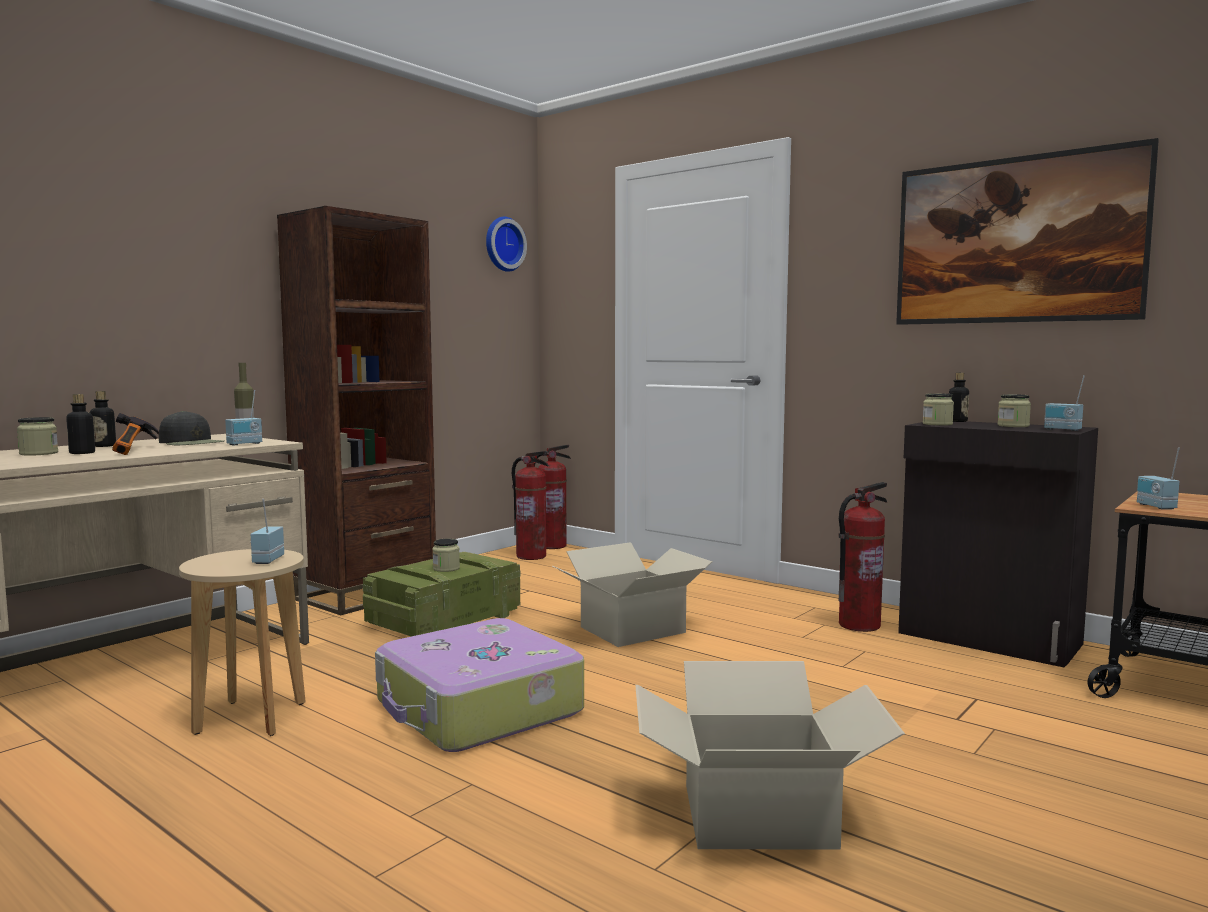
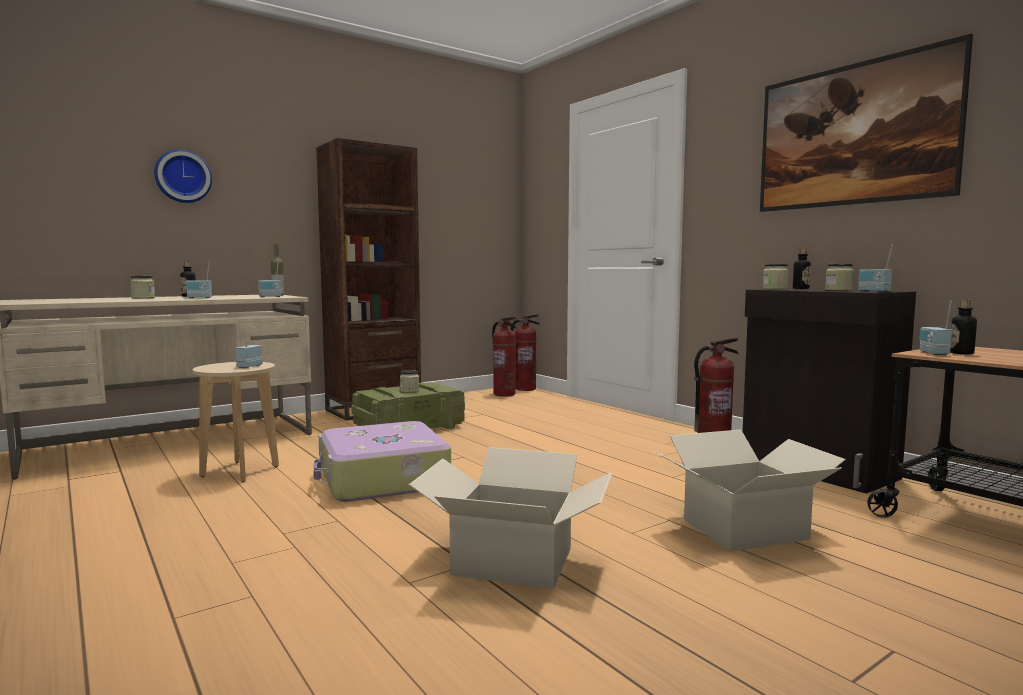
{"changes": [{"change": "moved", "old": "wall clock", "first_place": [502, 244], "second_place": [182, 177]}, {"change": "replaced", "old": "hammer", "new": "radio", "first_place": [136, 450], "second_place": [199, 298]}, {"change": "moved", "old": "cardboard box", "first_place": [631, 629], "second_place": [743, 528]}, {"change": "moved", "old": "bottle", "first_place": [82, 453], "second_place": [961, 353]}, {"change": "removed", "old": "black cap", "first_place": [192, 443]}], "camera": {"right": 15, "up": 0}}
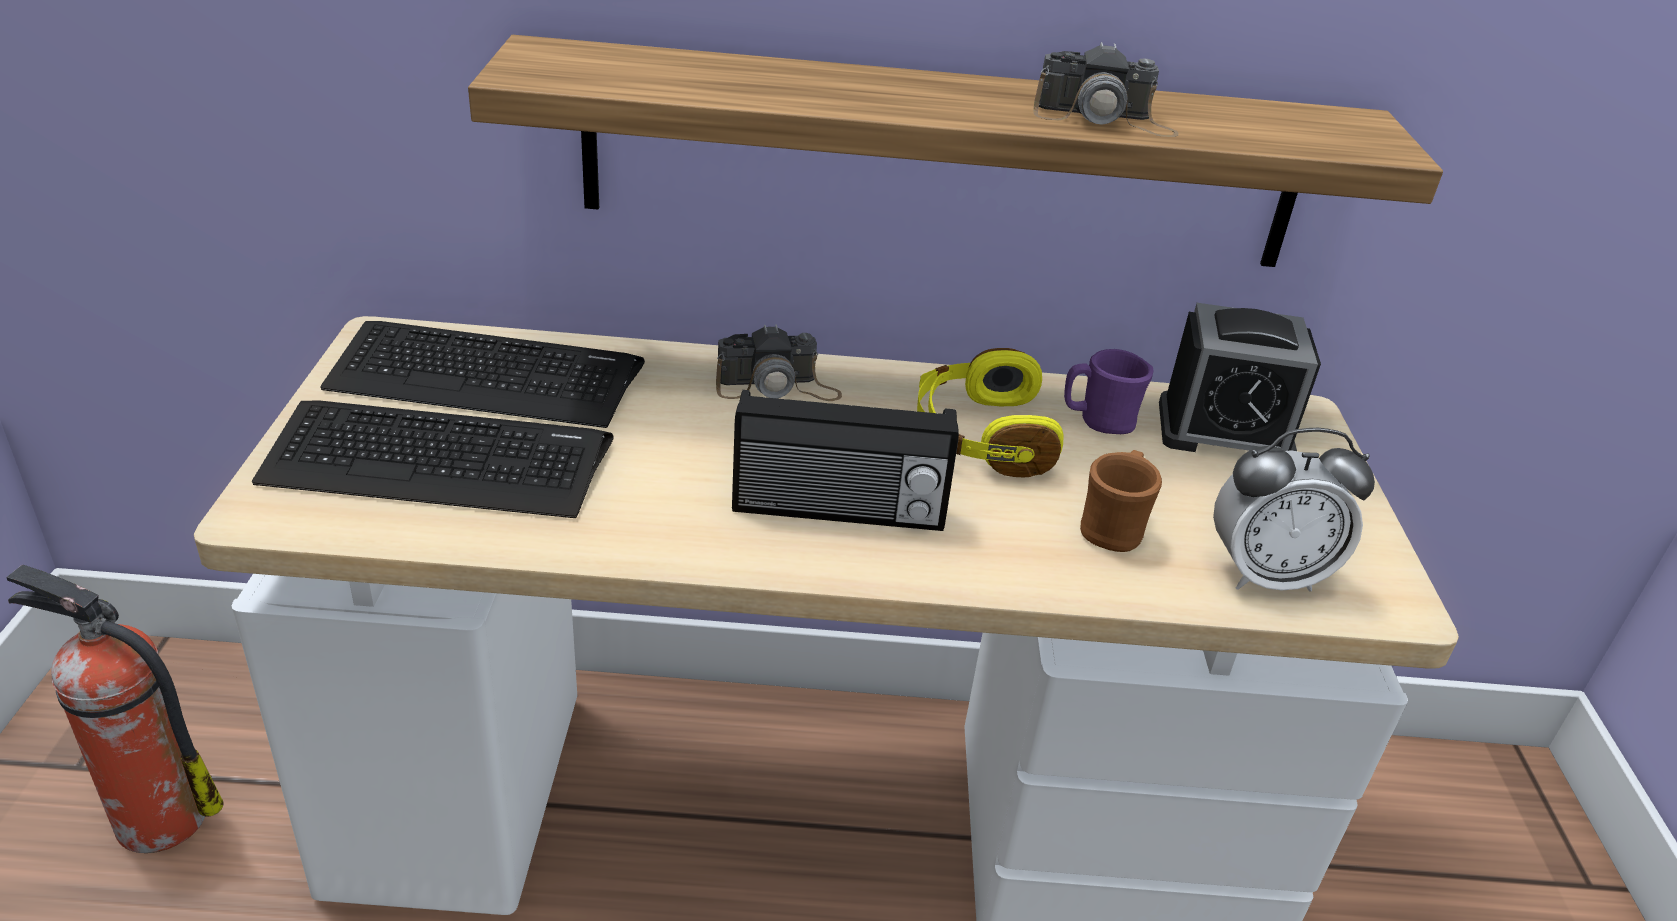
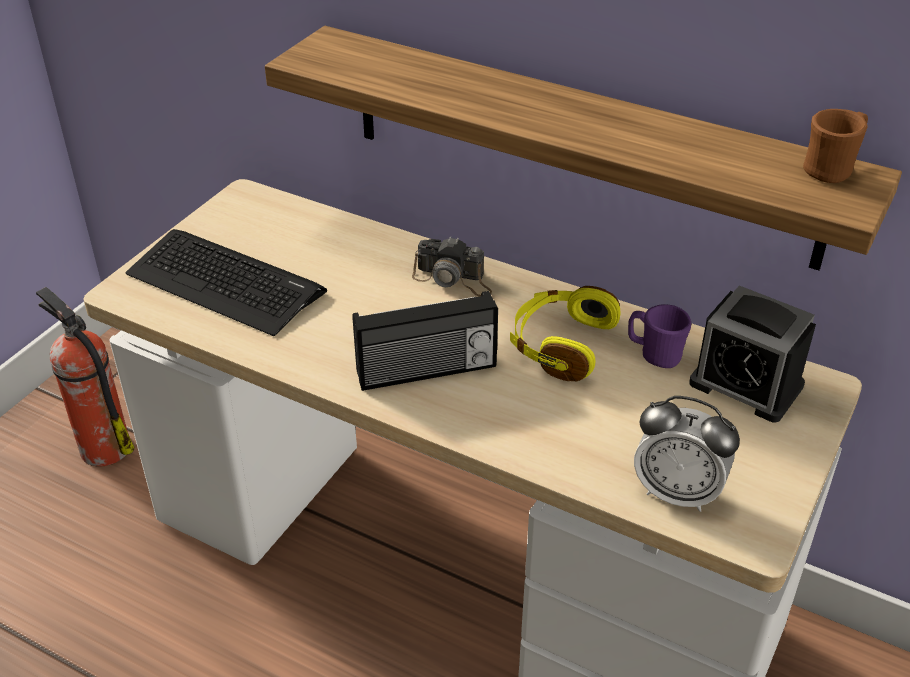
{"changes": [{"change": "turned", "old": "radio", "first_place": [838, 511], "second_place": [427, 372], "degrees": -45}, {"change": "moved", "old": "brown mug", "first_place": [1113, 528], "second_place": [832, 170]}, {"change": "removed", "old": "keyboard", "first_place": [486, 376]}, {"change": "removed", "old": "photo camera", "first_place": [1104, 119]}], "camera": {"right": 30, "up": 5}}
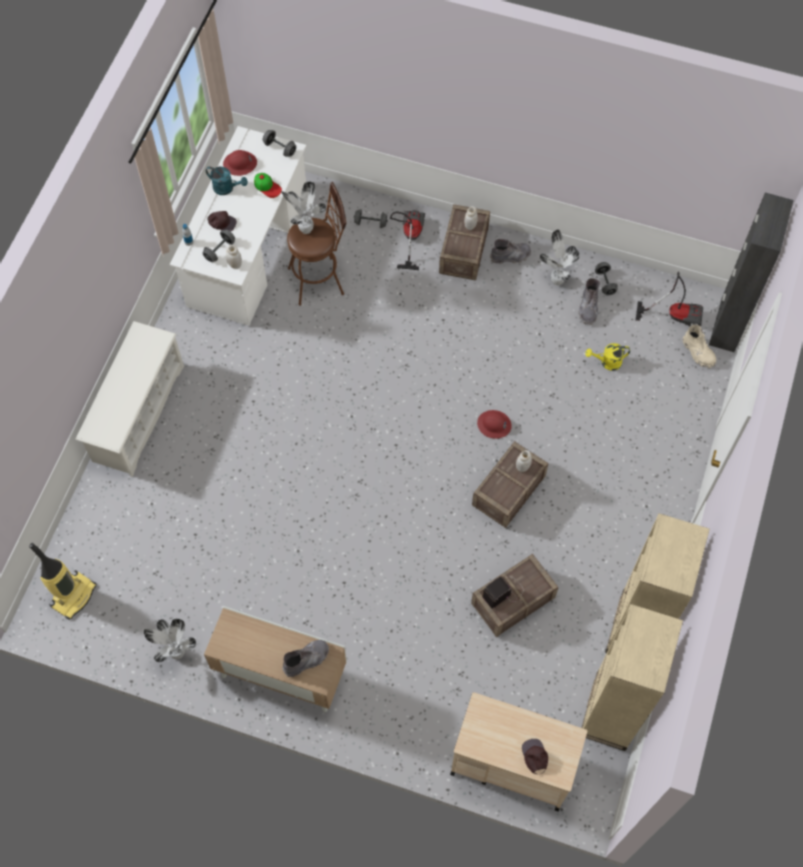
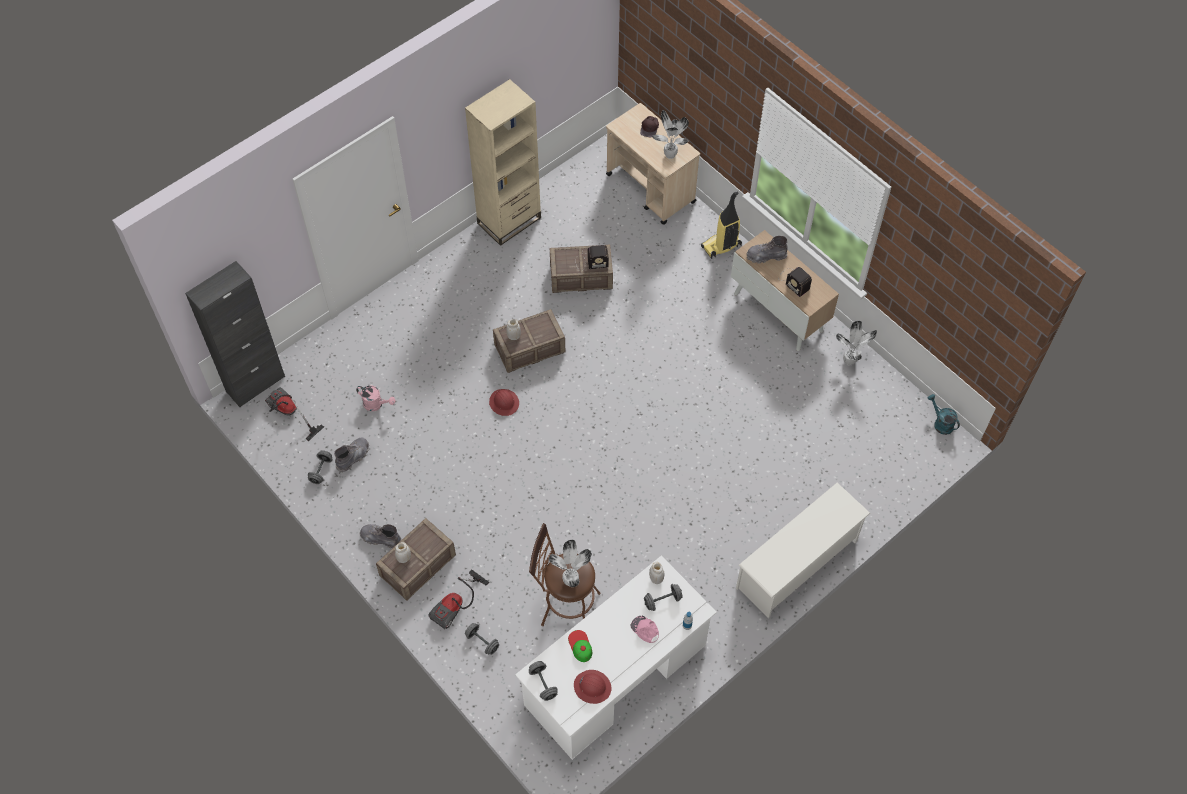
{"changes": [{"change": "recoloured", "old": "yellow watering can", "new": "pink watering can", "first_place": [607, 362], "second_place": [376, 404]}, {"change": "recoloured", "old": "brown cap", "new": "pink cap", "first_place": [222, 222], "second_place": [645, 630]}, {"change": "moved", "old": "potted plant", "first_place": [556, 280], "second_place": [670, 156]}, {"change": "moved", "old": "vacuum cleaner", "first_place": [73, 595], "second_place": [721, 246]}, {"change": "added", "new": "radio", "second_place": [793, 281]}, {"change": "moved", "old": "turquoise watering can", "first_place": [227, 188], "second_place": [940, 423]}, {"change": "removed", "old": "beige bookcase", "first_place": [610, 711]}, {"change": "removed", "old": "beige boot", "first_place": [698, 352]}], "camera": {"right": -150, "up": -5}}
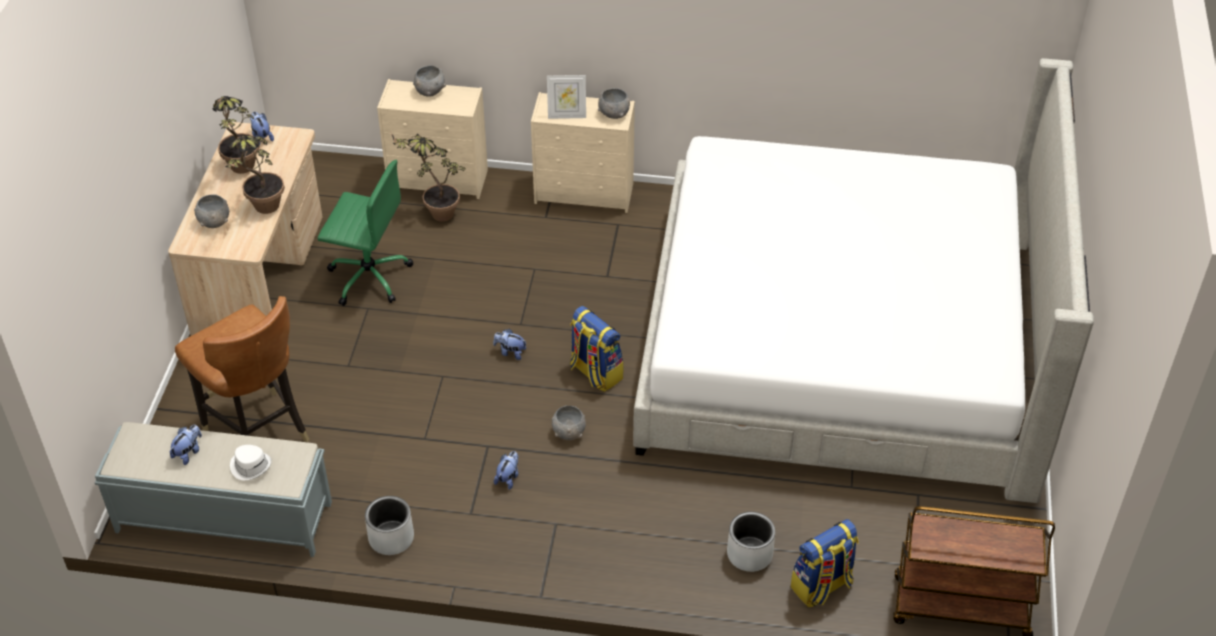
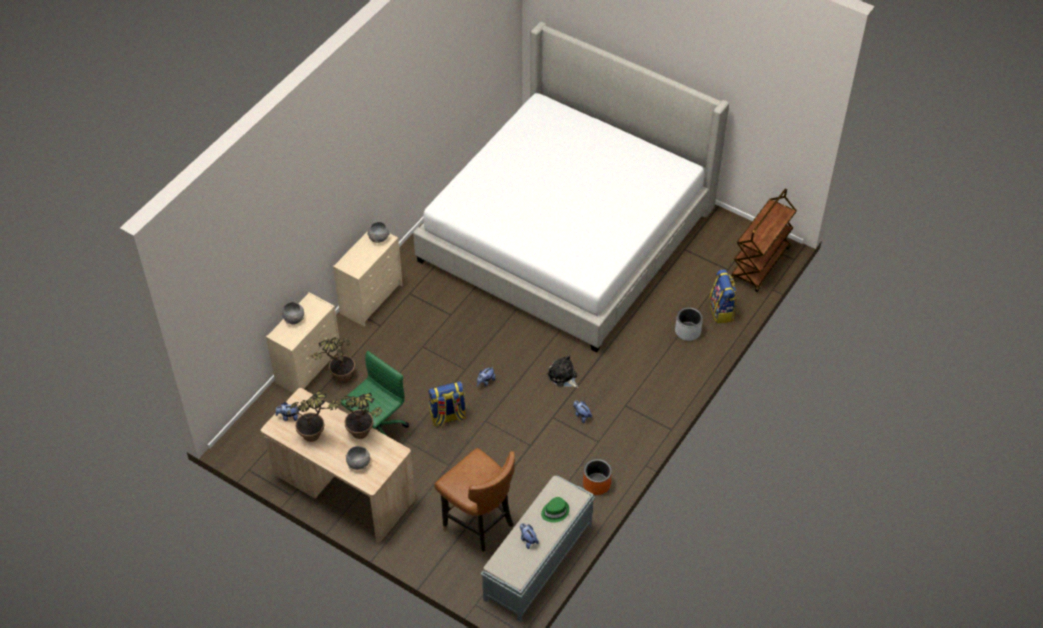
{"changes": [{"change": "moved", "old": "backpack", "first_place": [595, 373], "second_place": [447, 417]}, {"change": "turned", "old": "brown chair", "first_place": [257, 433], "second_place": [479, 527], "degrees": 60}, {"change": "recoloured", "old": "white hat", "new": "green hat", "first_place": [250, 466], "second_place": [555, 511]}, {"change": "replaced", "old": "grey bowl", "new": "plush toy", "first_place": [568, 432], "second_place": [563, 376]}, {"change": "recoloured", "old": "grey planter", "new": "orange planter", "first_place": [391, 538], "second_place": [597, 484]}, {"change": "removed", "old": "picture frame", "first_place": [567, 115]}], "camera": {"right": -65, "up": 5}}
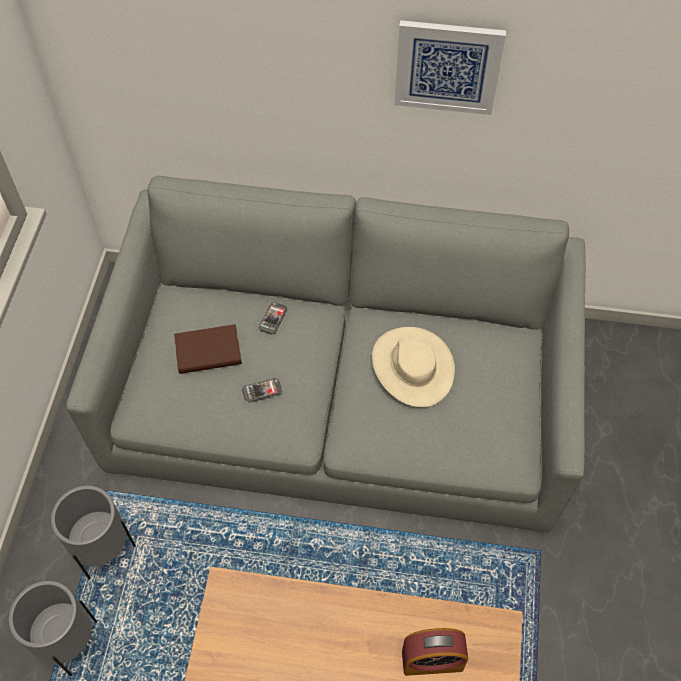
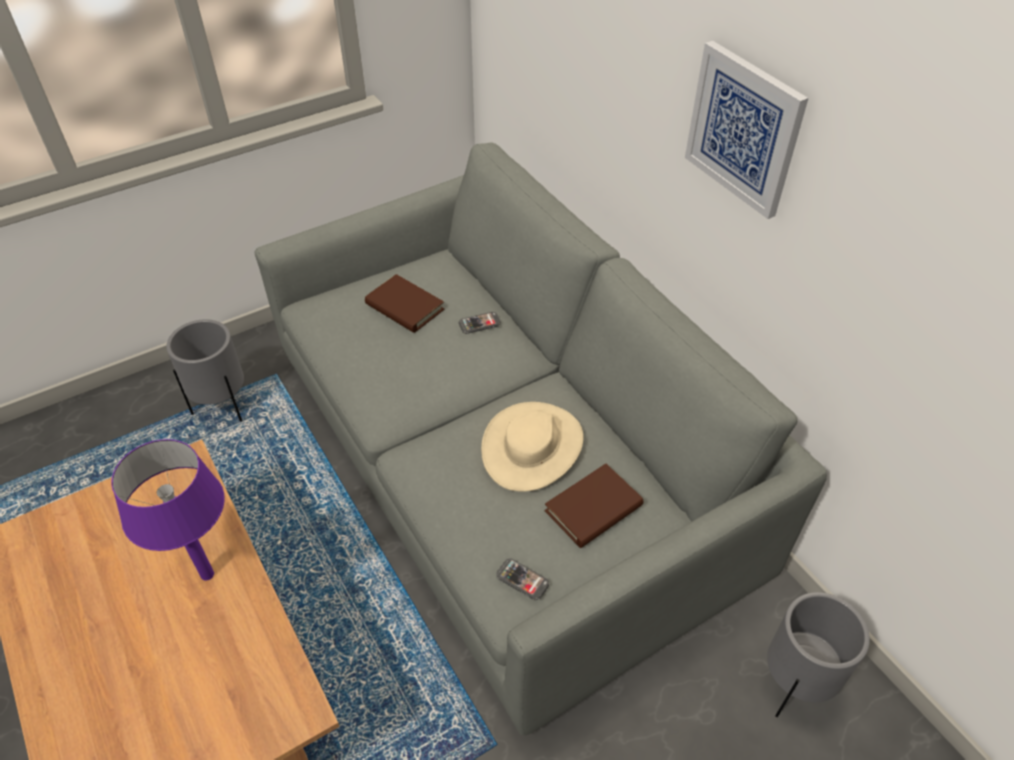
{"changes": [{"change": "added", "new": "purple table lamp", "second_place": [206, 575]}, {"change": "moved", "old": "phone", "first_place": [262, 391], "second_place": [522, 580]}, {"change": "added", "new": "brown book", "second_place": [593, 509]}, {"change": "moved", "old": "grey planter", "first_place": [69, 643], "second_place": [793, 685]}, {"change": "removed", "old": "alarm clock", "first_place": [432, 660]}], "camera": {"right": 50, "up": -10}}
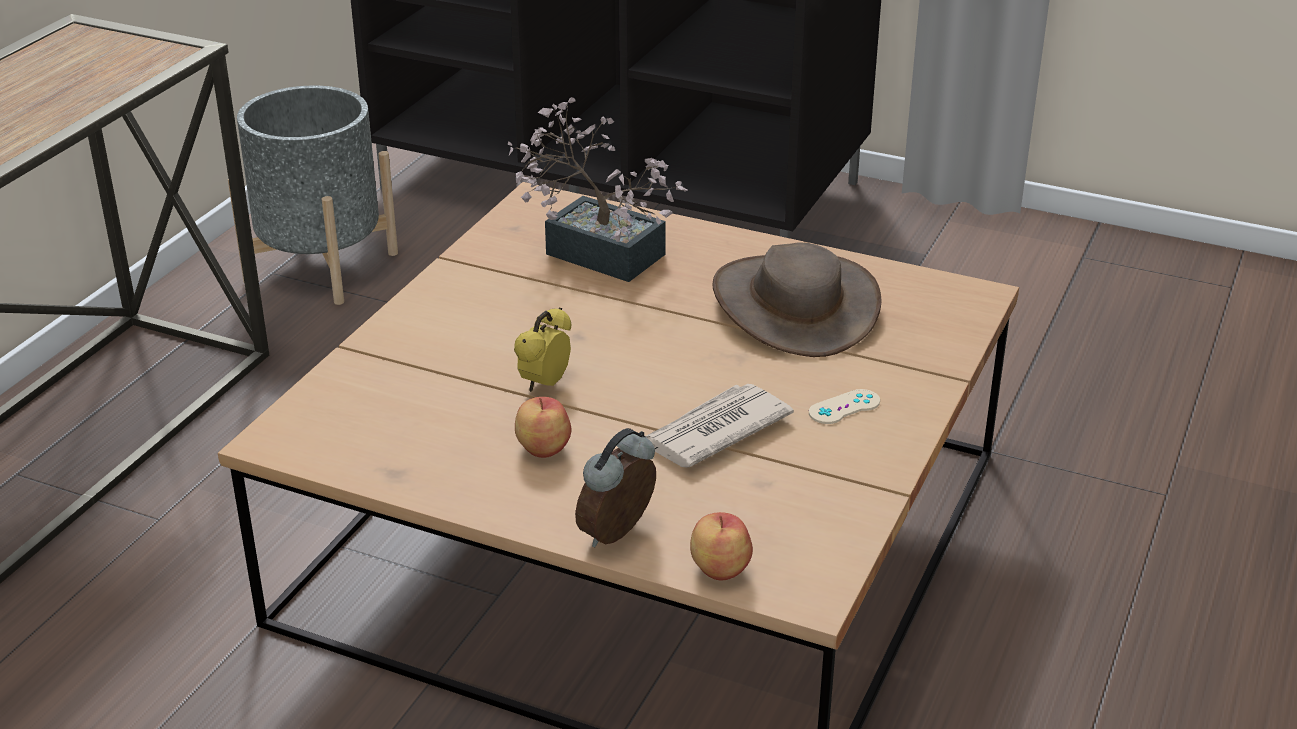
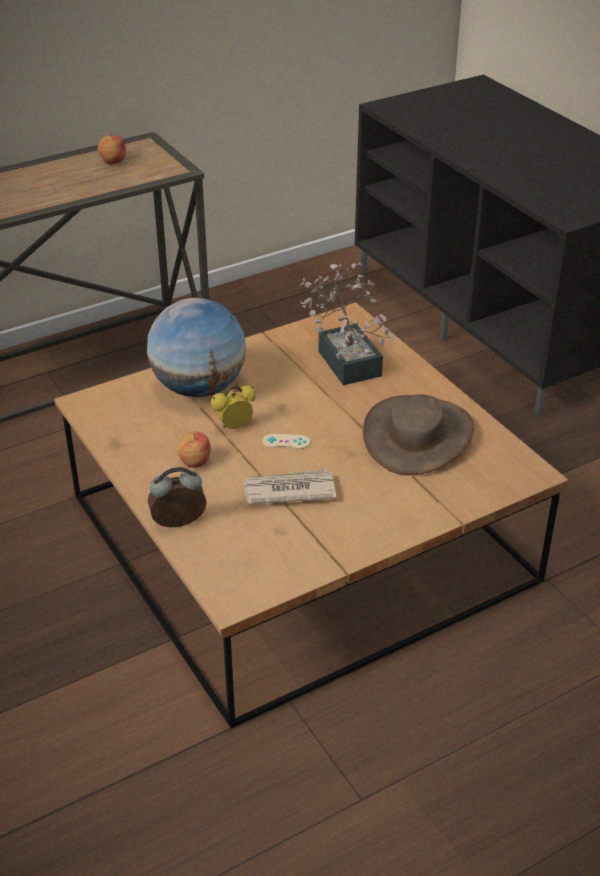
{"changes": [{"change": "moved", "old": "apple", "first_place": [718, 569], "second_place": [113, 161]}, {"change": "added", "new": "globe", "second_place": [199, 388]}, {"change": "moved", "old": "beige game controller", "first_place": [844, 407], "second_place": [286, 442]}, {"change": "removed", "old": "grey planter", "first_place": [321, 267]}], "camera": {"right": 35, "up": 5}}
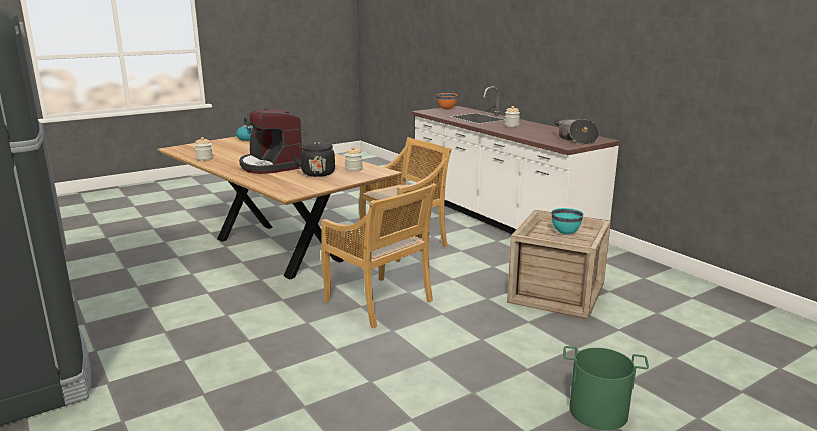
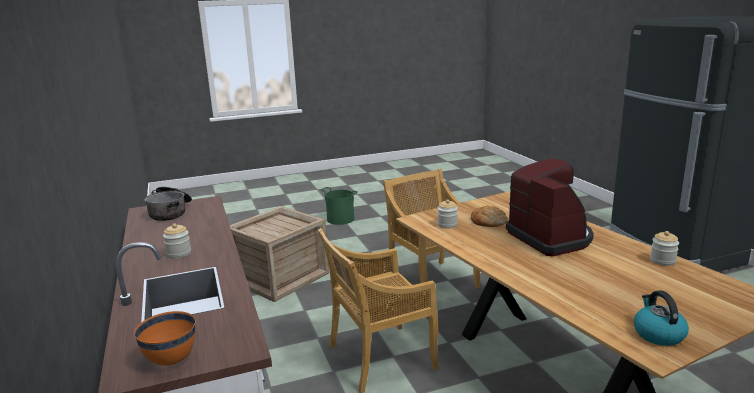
{"changes": [{"change": "replaced", "old": "black kettle", "new": "bread", "first_place": [317, 173], "second_place": [488, 221]}, {"change": "removed", "old": "turquoise bowl", "first_place": [565, 233]}], "camera": {"right": -165, "up": 0}}
